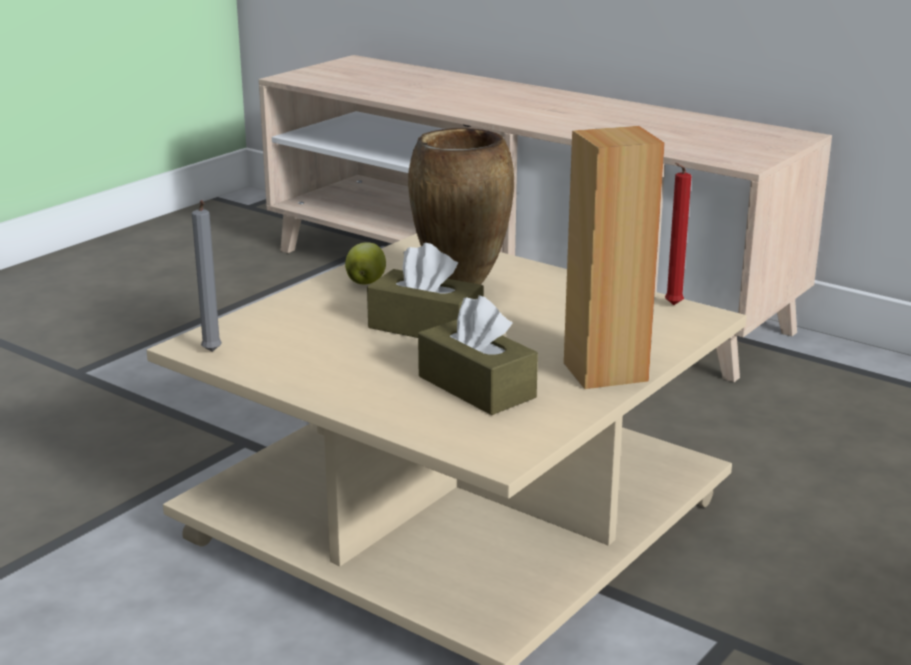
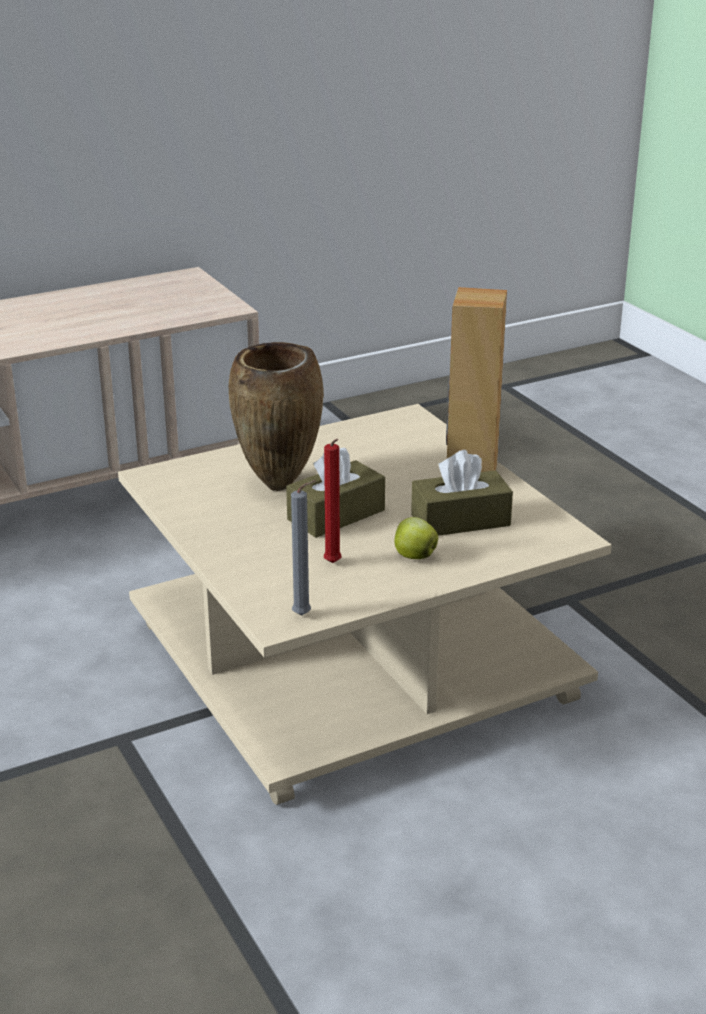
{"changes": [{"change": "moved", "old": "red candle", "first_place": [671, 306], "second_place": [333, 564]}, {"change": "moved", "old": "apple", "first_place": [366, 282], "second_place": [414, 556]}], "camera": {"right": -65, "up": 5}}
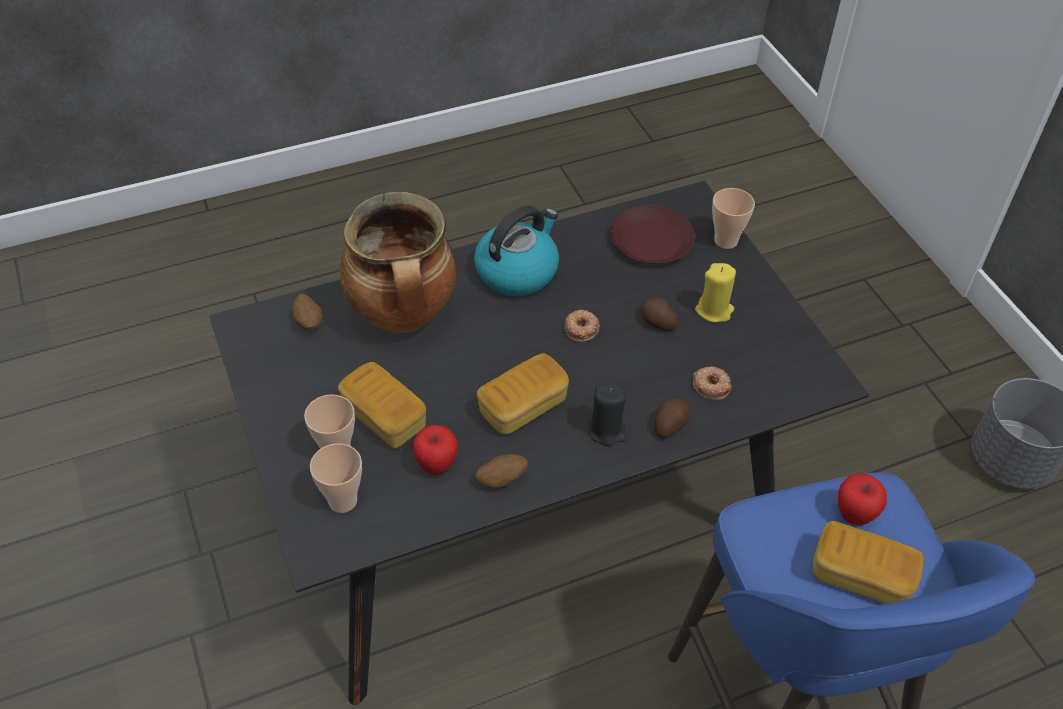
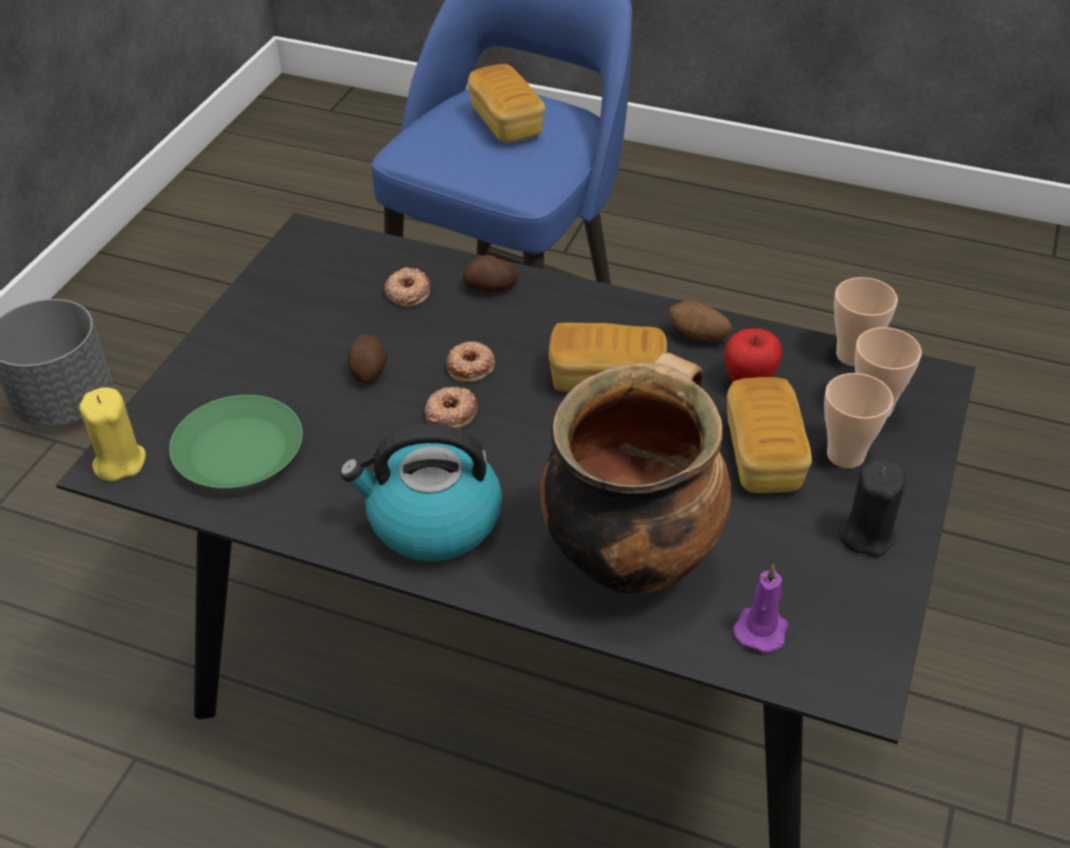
{"changes": [{"change": "moved", "old": "yellow candle", "first_place": [714, 310], "second_place": [119, 462]}, {"change": "recoloured", "old": "brown plate", "new": "green plate", "first_place": [650, 241], "second_place": [239, 453]}, {"change": "added", "new": "donut", "second_place": [471, 366]}, {"change": "replaced", "old": "potato", "new": "purple candle", "first_place": [309, 323], "second_place": [761, 628]}, {"change": "moved", "old": "cup", "first_place": [726, 241], "second_place": [853, 355]}, {"change": "moved", "old": "black candle", "first_place": [607, 430], "second_place": [866, 534]}, {"change": "removed", "old": "apple", "first_place": [854, 514]}], "camera": {"right": -135, "up": -5}}
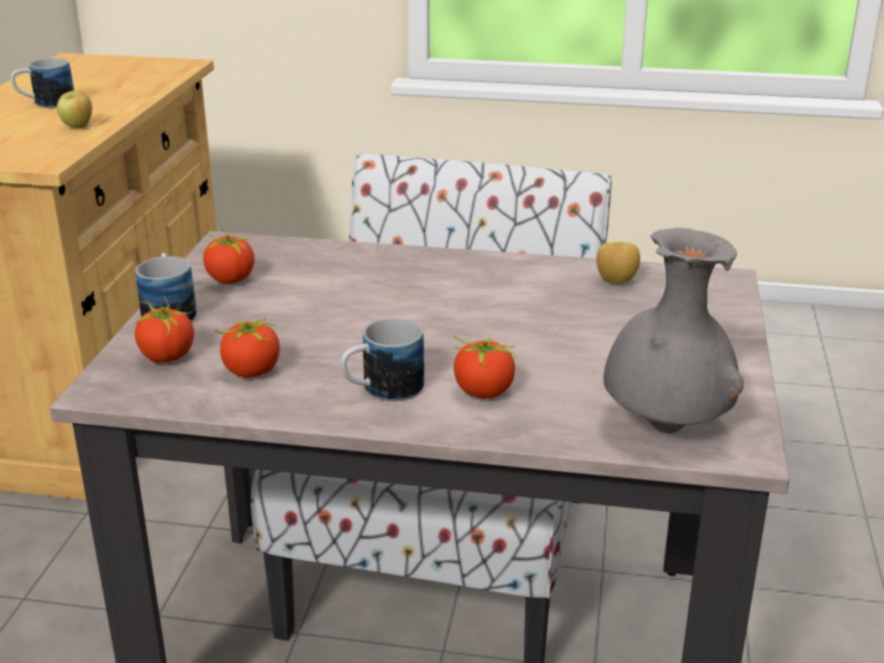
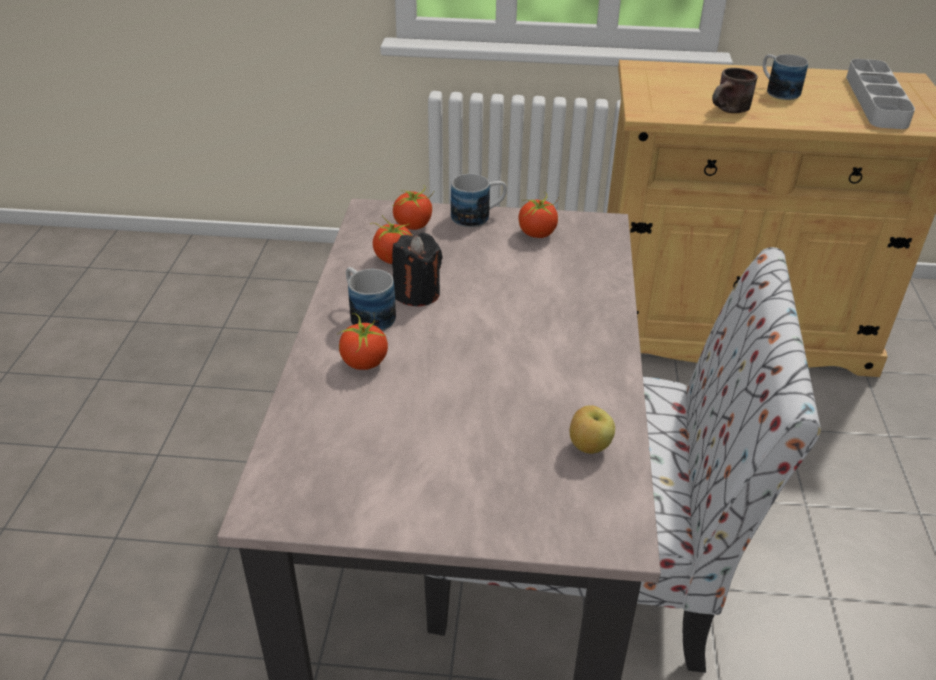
{"changes": [{"change": "added", "new": "black candle", "second_place": [417, 293]}, {"change": "replaced", "old": "apple", "new": "brown mug", "first_place": [78, 127], "second_place": [730, 111]}, {"change": "added", "new": "grey tray", "second_place": [876, 100]}, {"change": "removed", "old": "grey vase", "first_place": [666, 428]}], "camera": {"right": 85, "up": 10}}
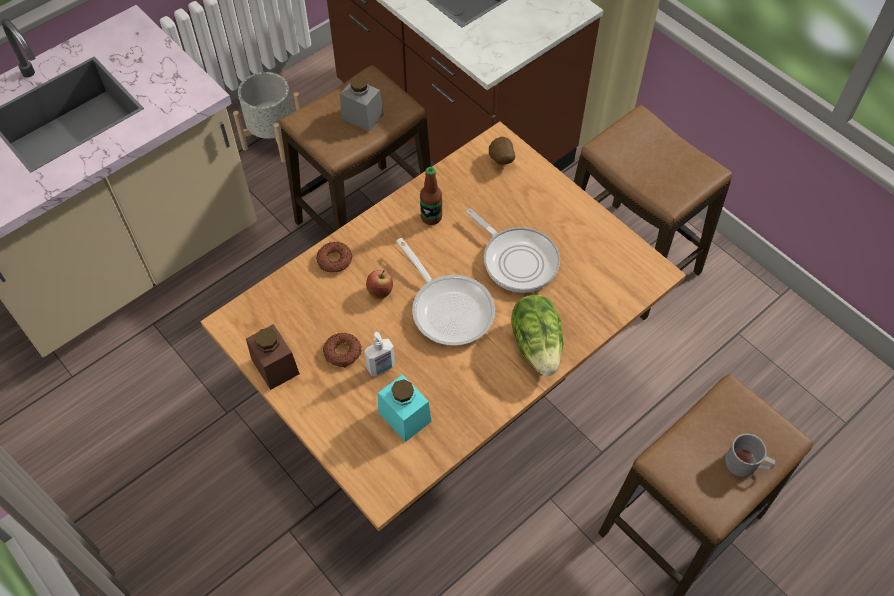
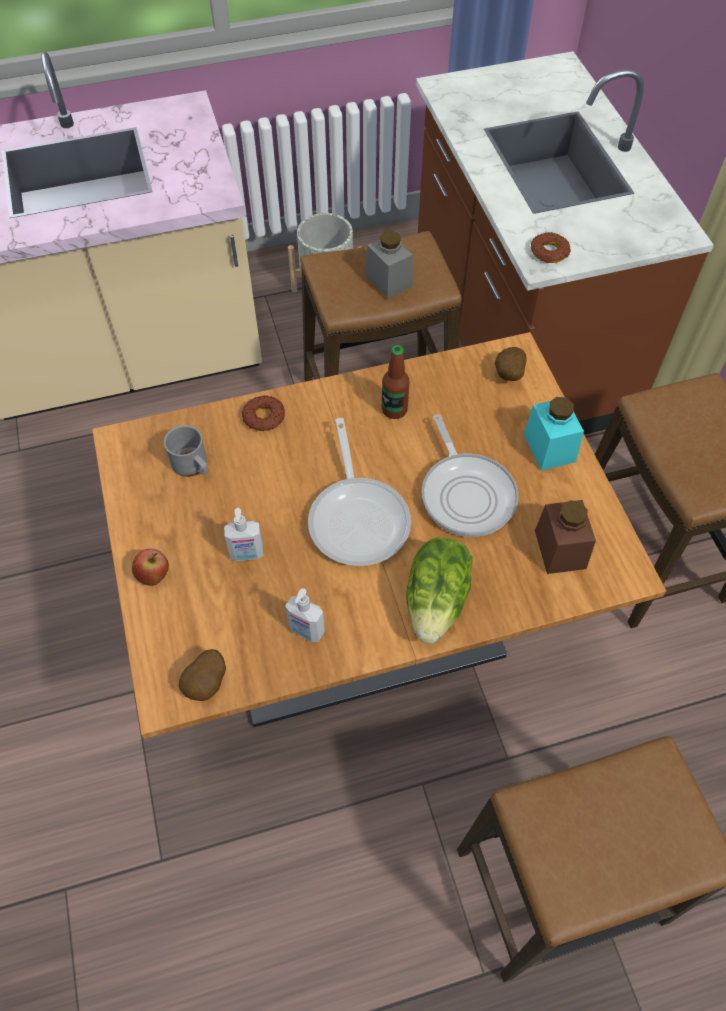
{"changes": [{"change": "moved", "old": "apple", "first_place": [380, 292], "second_place": [154, 576]}, {"change": "moved", "old": "grey mug", "first_place": [746, 464], "second_place": [193, 466]}, {"change": "added", "new": "potato", "second_place": [207, 684]}, {"change": "added", "new": "soap dispenser", "second_place": [306, 631]}, {"change": "moved", "old": "turquoise jar", "first_place": [404, 417], "second_place": [549, 448]}, {"change": "moved", "old": "donut", "first_place": [342, 352], "second_place": [549, 252]}, {"change": "moved", "old": "brown jar", "first_place": [275, 366], "second_place": [560, 549]}], "camera": {"right": 25, "up": 0}}
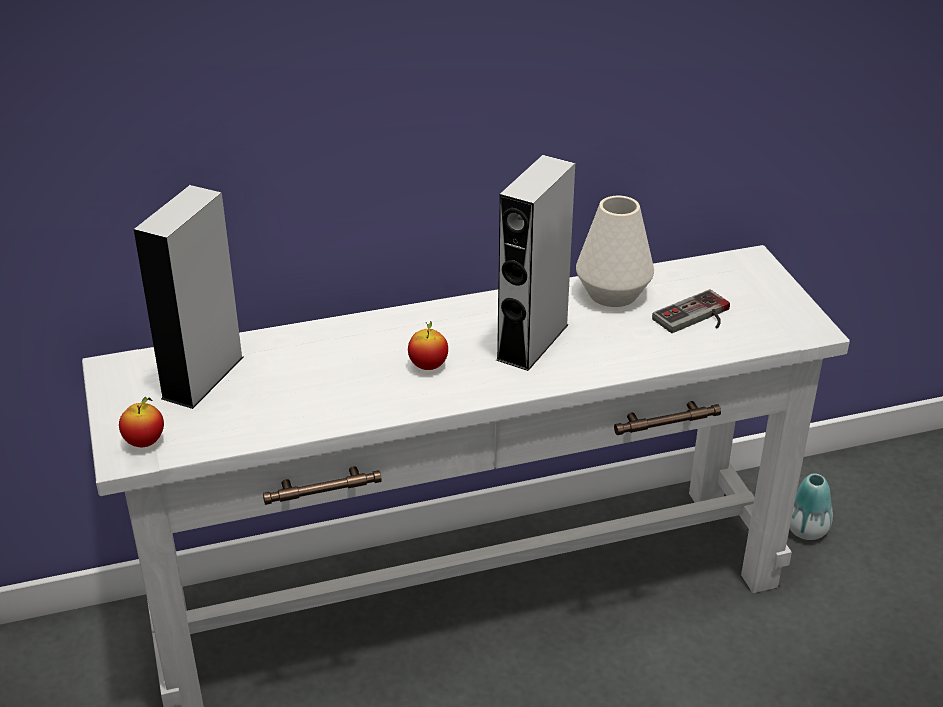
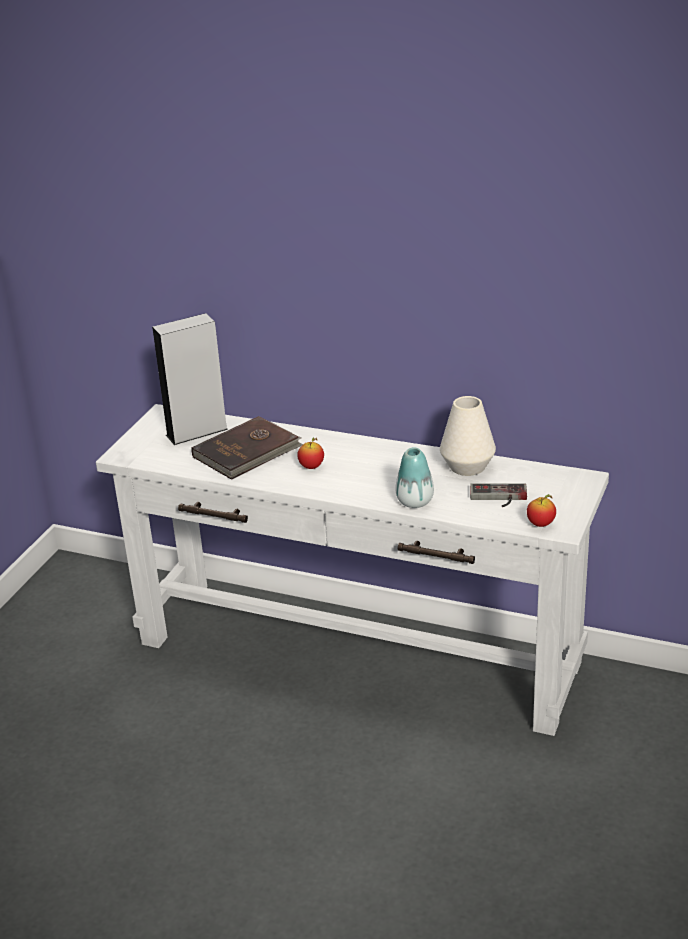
{"changes": [{"change": "added", "new": "brown book", "second_place": [248, 452]}, {"change": "moved", "old": "vase", "first_place": [806, 530], "second_place": [415, 502]}, {"change": "moved", "old": "apple", "first_place": [144, 442], "second_place": [541, 524]}, {"change": "removed", "old": "grey speaker", "first_place": [532, 342]}], "camera": {"right": 40, "up": -5}}
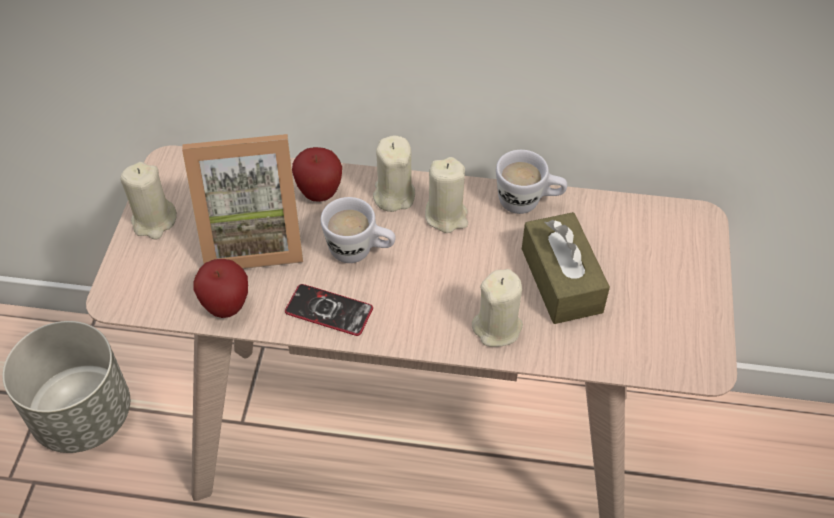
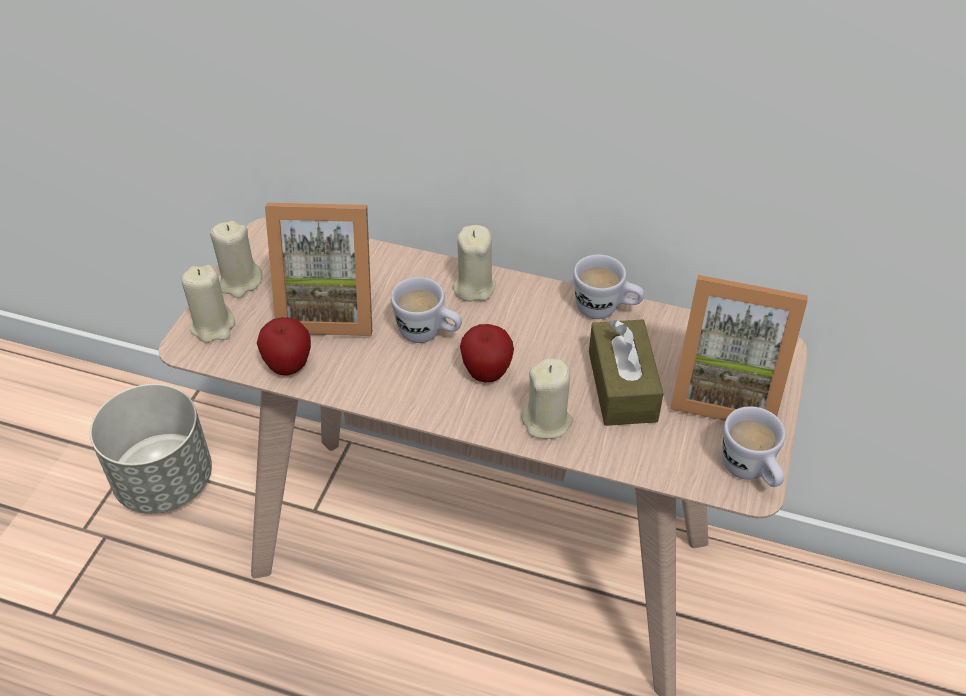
{"changes": [{"change": "moved", "old": "beige candle", "first_place": [446, 216], "second_place": [213, 326]}, {"change": "moved", "old": "apple", "first_place": [319, 193], "second_place": [486, 373]}, {"change": "added", "new": "picture frame", "second_place": [725, 390]}, {"change": "added", "new": "white mug", "second_place": [750, 472]}, {"change": "removed", "old": "phone", "first_place": [329, 311]}], "camera": {"right": 10, "up": -5}}
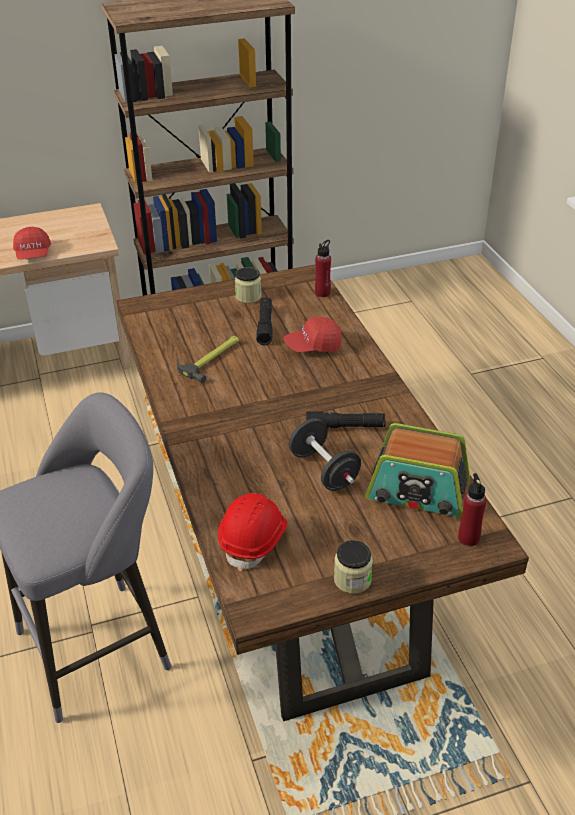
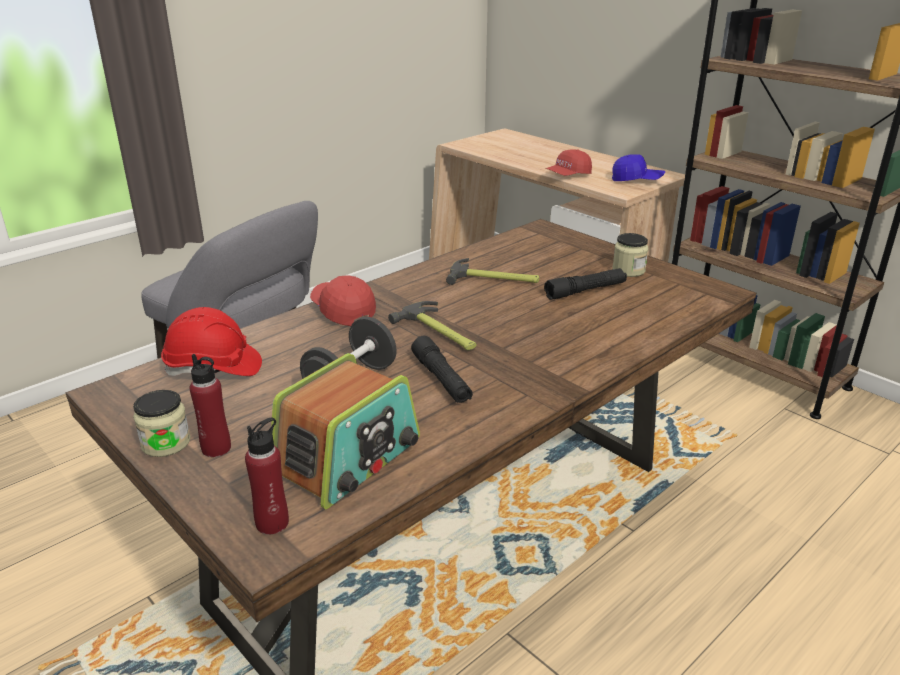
{"changes": [{"change": "moved", "old": "red bottle", "first_place": [322, 293], "second_place": [216, 448]}, {"change": "turned", "old": "radio", "first_place": [417, 491], "second_place": [348, 459], "degrees": -135}, {"change": "moved", "old": "red cap", "first_place": [313, 346], "second_place": [342, 311]}, {"change": "added", "new": "hammer", "second_place": [439, 332]}, {"change": "added", "new": "blue cap", "second_place": [636, 180]}], "camera": {"right": 65, "up": -10}}
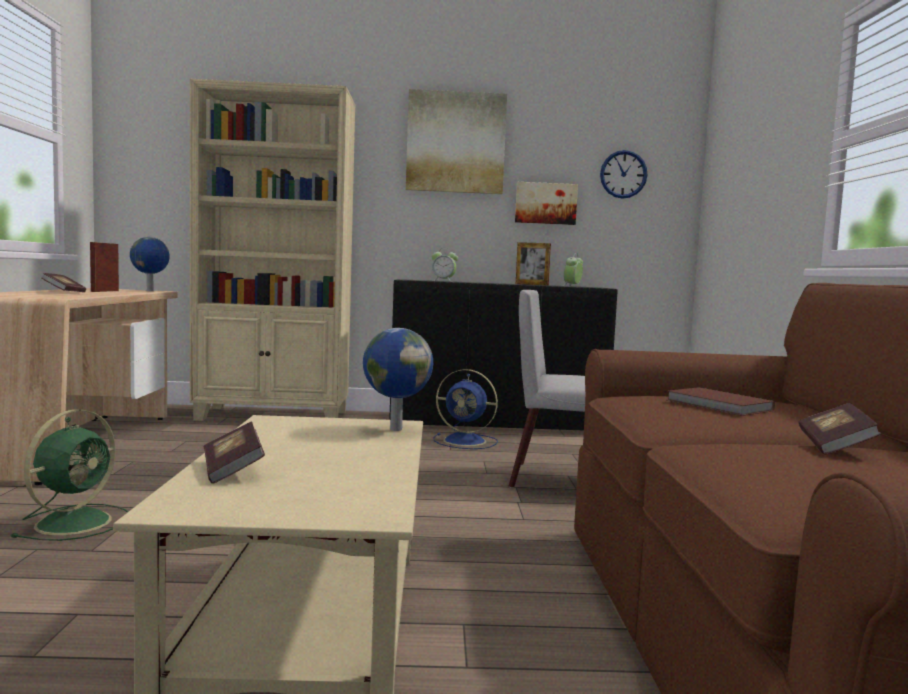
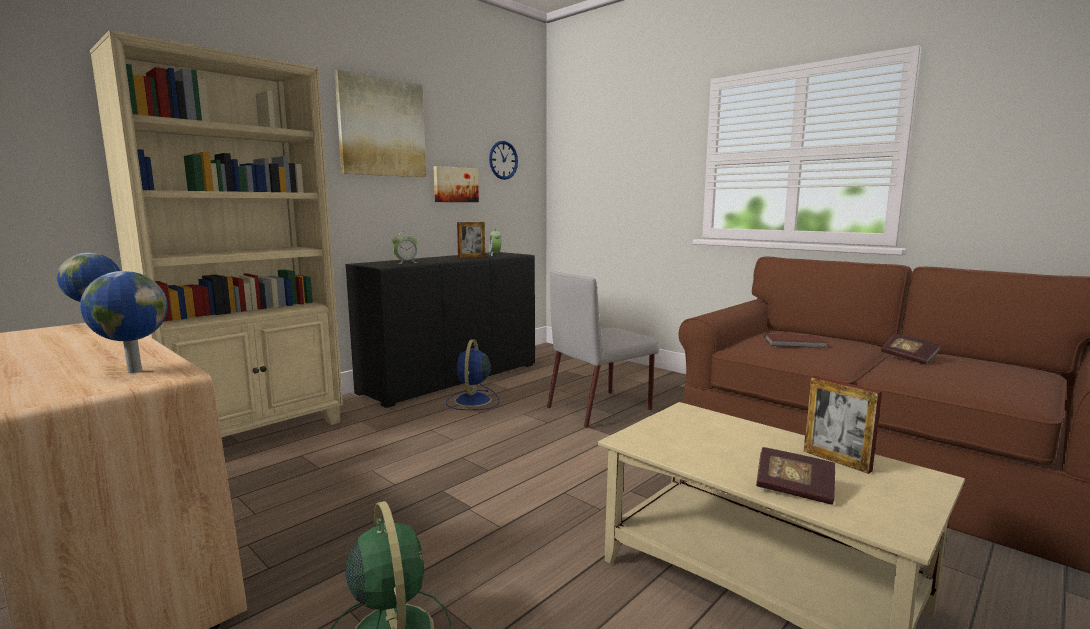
{"changes": [{"change": "moved", "old": "globe", "first_place": [395, 429], "second_place": [133, 371]}, {"change": "turned", "old": "blue fan", "first_place": [466, 441], "second_place": [472, 401], "degrees": 120}, {"change": "moved", "old": "picture frame", "first_place": [105, 291], "second_place": [836, 461]}, {"change": "removed", "old": "book", "first_place": [64, 292]}], "camera": {"right": -45, "up": 5}}
